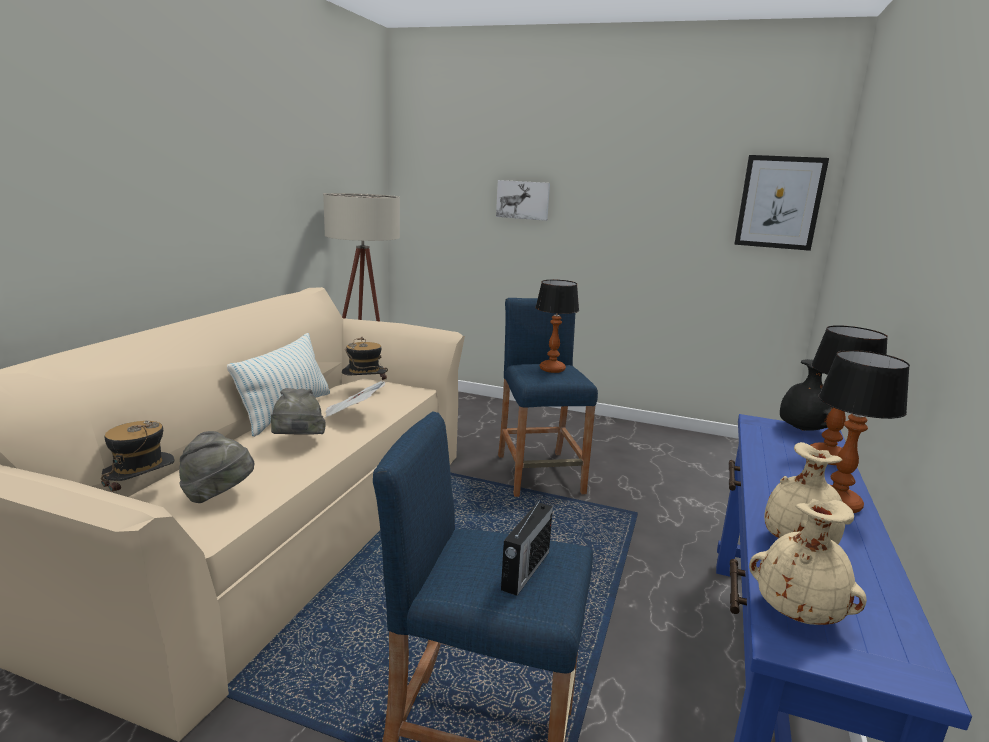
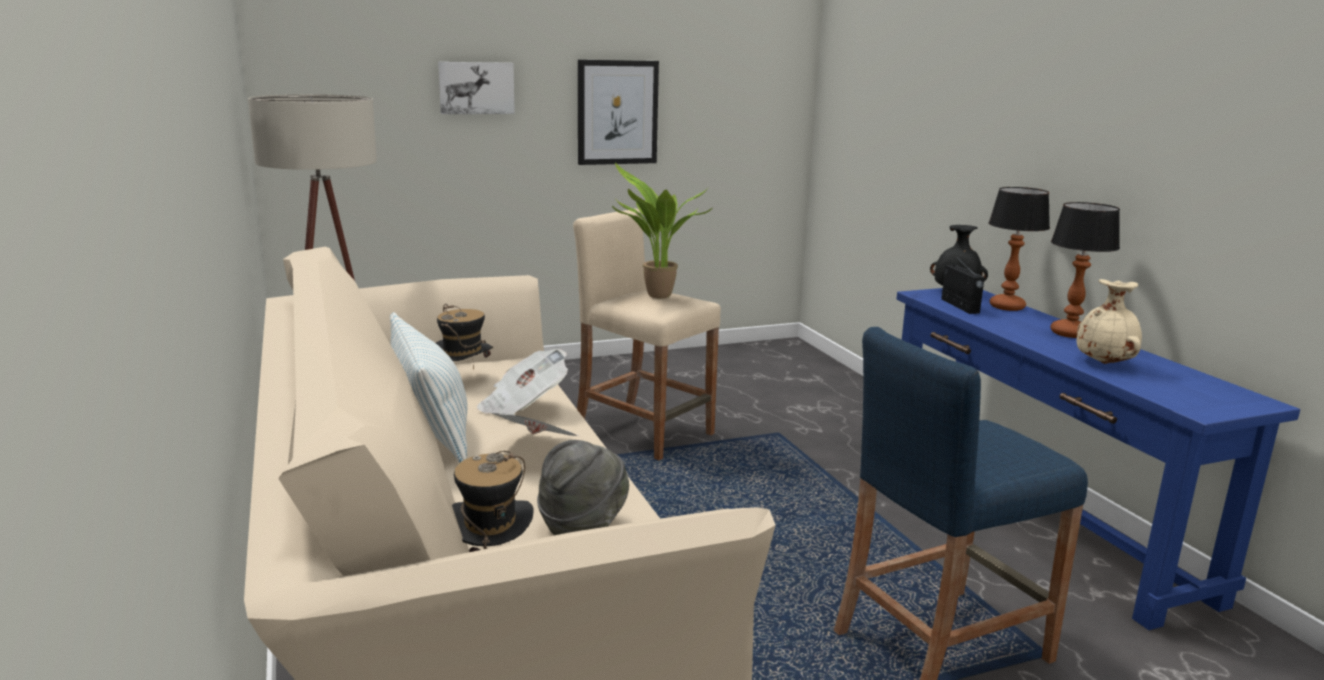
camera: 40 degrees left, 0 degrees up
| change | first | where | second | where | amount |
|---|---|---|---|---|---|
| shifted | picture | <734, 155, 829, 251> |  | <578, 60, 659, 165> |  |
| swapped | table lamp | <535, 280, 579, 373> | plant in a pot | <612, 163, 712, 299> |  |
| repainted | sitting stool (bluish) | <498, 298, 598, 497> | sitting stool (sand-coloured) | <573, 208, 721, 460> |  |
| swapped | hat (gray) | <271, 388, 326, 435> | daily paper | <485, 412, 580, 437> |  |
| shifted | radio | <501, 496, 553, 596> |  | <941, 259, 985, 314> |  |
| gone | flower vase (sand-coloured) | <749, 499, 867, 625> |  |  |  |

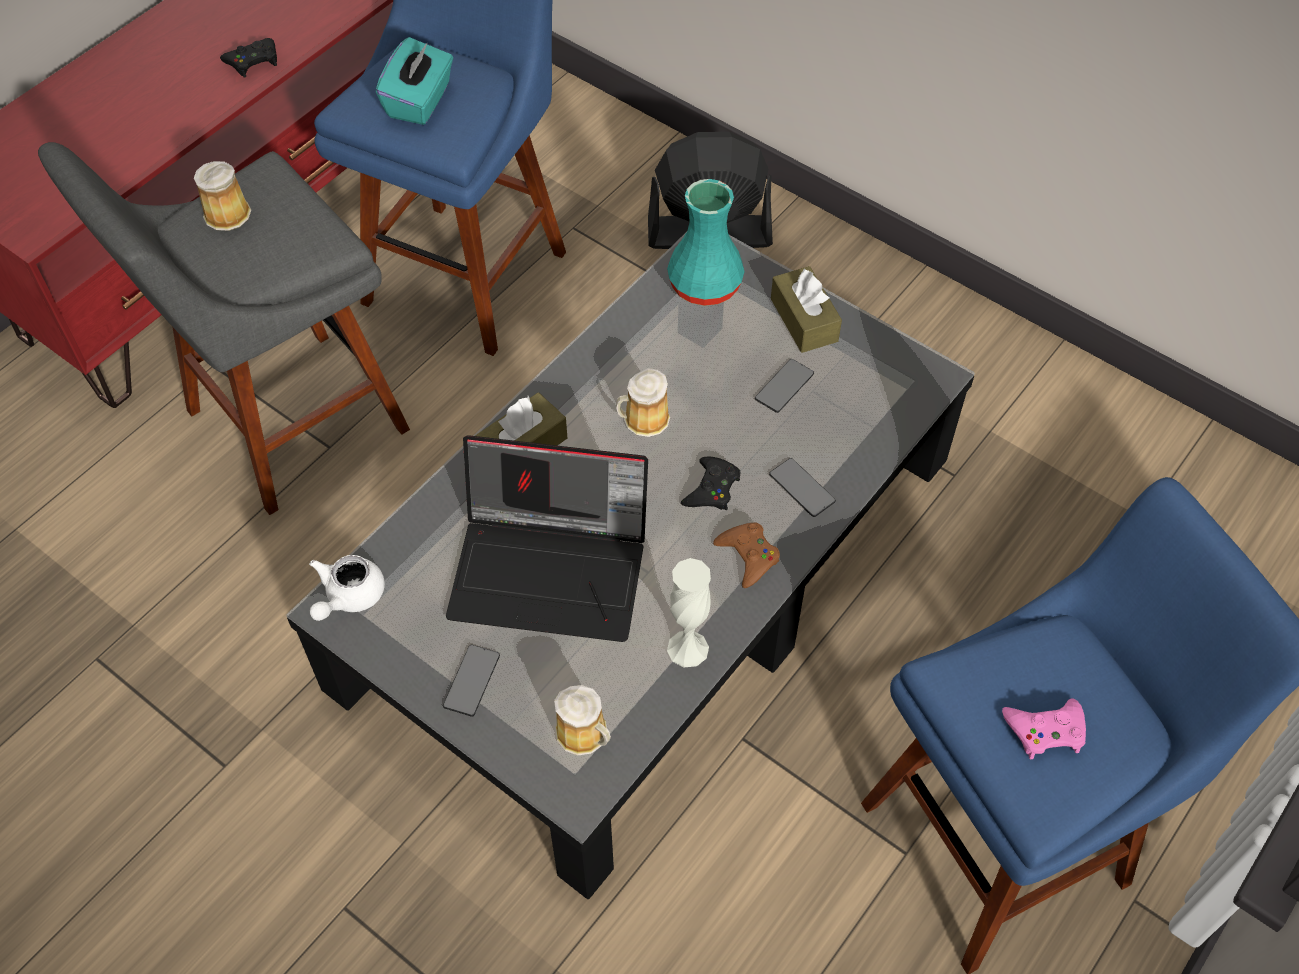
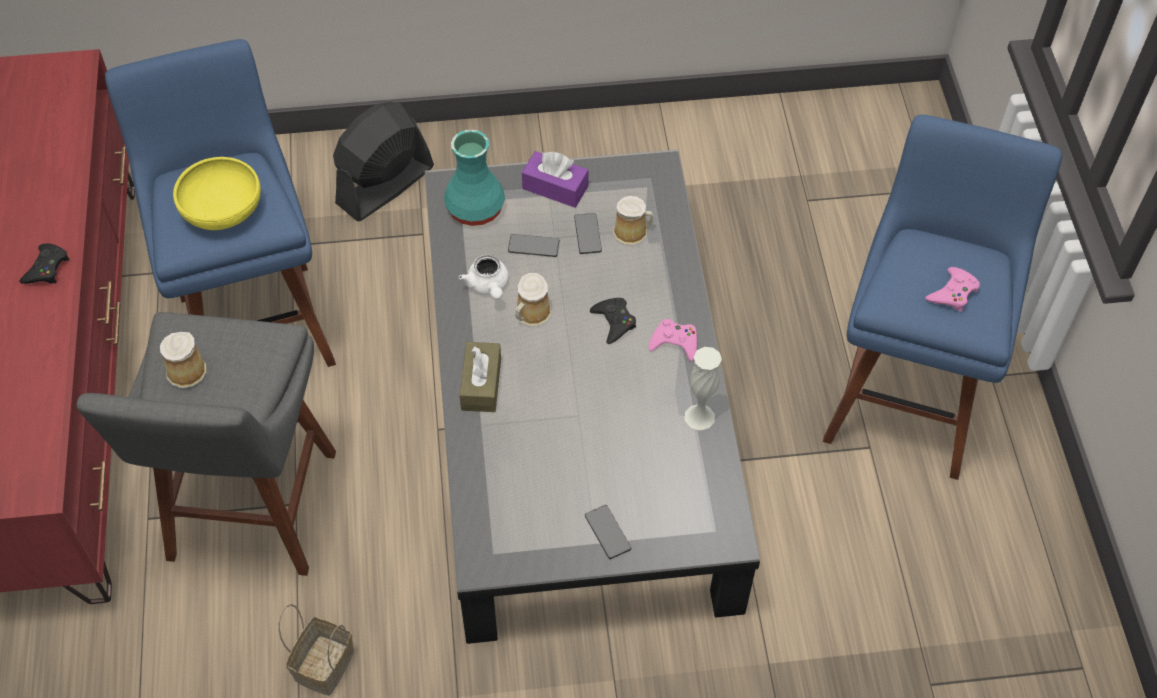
camera: 45 degrees left, 0 degrees up
| change | first | where | second | where | amount |
|---|---|---|---|---|---|
| swapped | tissue box (blue-green) | <376, 37, 453, 125> | bowl (yellow) | <173, 157, 261, 230> |  |
| repainted | tissue box (brownish) | <771, 266, 842, 353> | tissue box (purplish) | <522, 151, 589, 208> |  |
| gone | laptop | <446, 435, 648, 642> |  |  |  |
| shifted | telephone | <769, 458, 836, 517> |  | <508, 234, 559, 257> |  |
| repainted | gamepad (brownish) | <713, 523, 780, 588> | gamepad (pink) | <648, 319, 697, 361> |  |
| shifted | pot for tea (white-coloured) | <309, 555, 385, 621> |  | <459, 254, 509, 300> |  |
| shifted | coffee mug | <554, 685, 611, 755> |  | <613, 196, 654, 245> |  |
| new |  |  | household basket | <279, 604, 354, 696> |  |

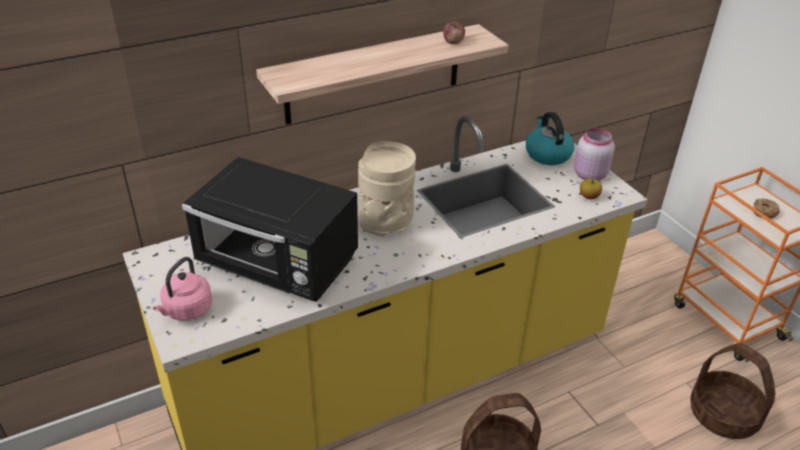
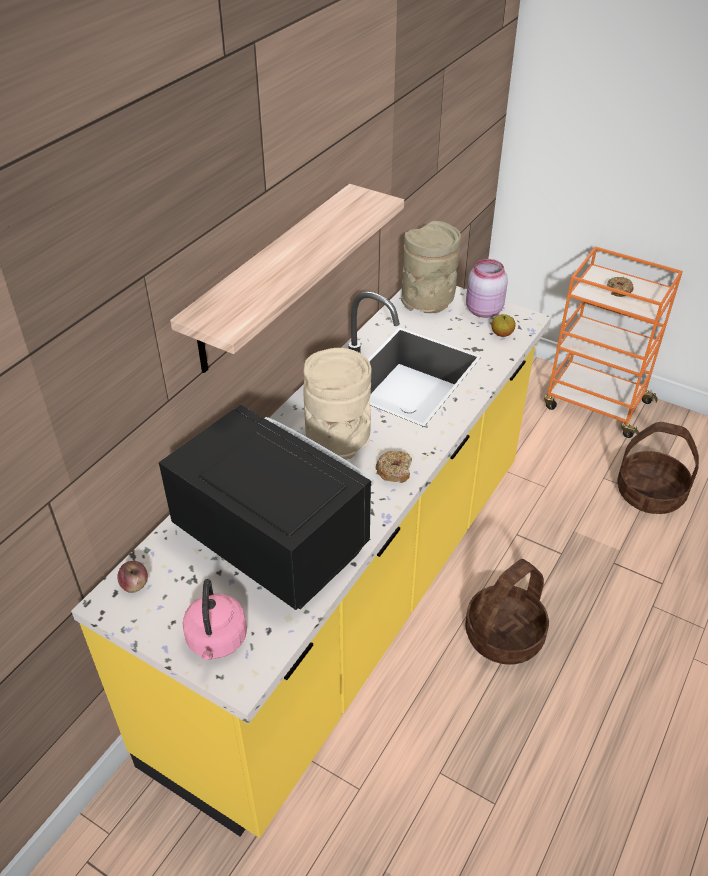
camera: 30 degrees left, 5 degrees up
| change | first | where | second | where | amount |
|---|---|---|---|---|---|
| shifted | apple | <443, 21, 465, 44> |  | <117, 561, 148, 593> |  |
| swapped | tea kettle | <526, 112, 575, 165> | flower vase (sand-coloured) | <401, 221, 461, 313> |  |
| rotated | kitchen microwave (black) | <182, 157, 358, 302> |  | <159, 405, 373, 610> | 135 degrees counterclockwise |
| new |  |  | ring doughnut | <376, 451, 412, 483> |  |

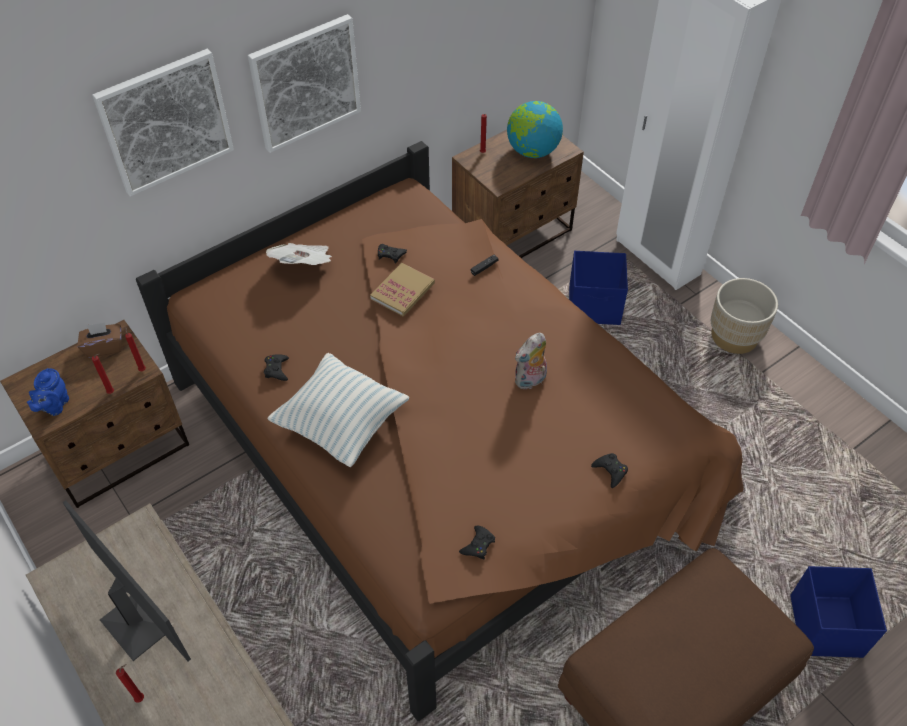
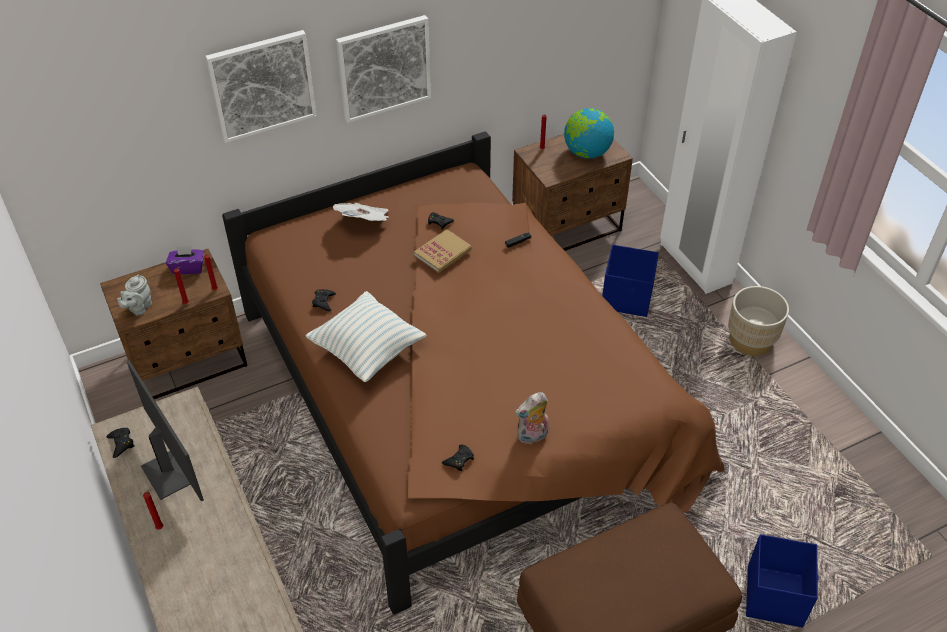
camera: 10 degrees right, 5 degrees down
| change | first | where | second | where | amount |
|---|---|---|---|---|---|
| repainted | tissue box (brownish) | <77, 322, 122, 358> | tissue box (purplish) | <166, 246, 204, 275> |  |
| shifted | soft toy | <515, 333, 547, 389> |  | <515, 392, 549, 444> |  |
| repainted | pot for tea (bluish) | <27, 368, 69, 416> | pot for tea (gray) | <117, 274, 152, 316> |  |
| shifted | gamepad (black) | <591, 453, 628, 488> |  | <107, 428, 134, 458> |  |

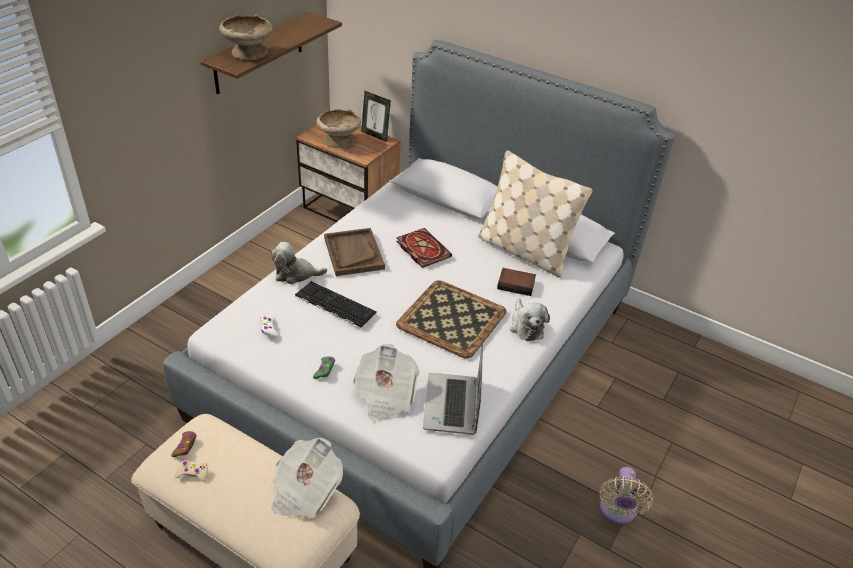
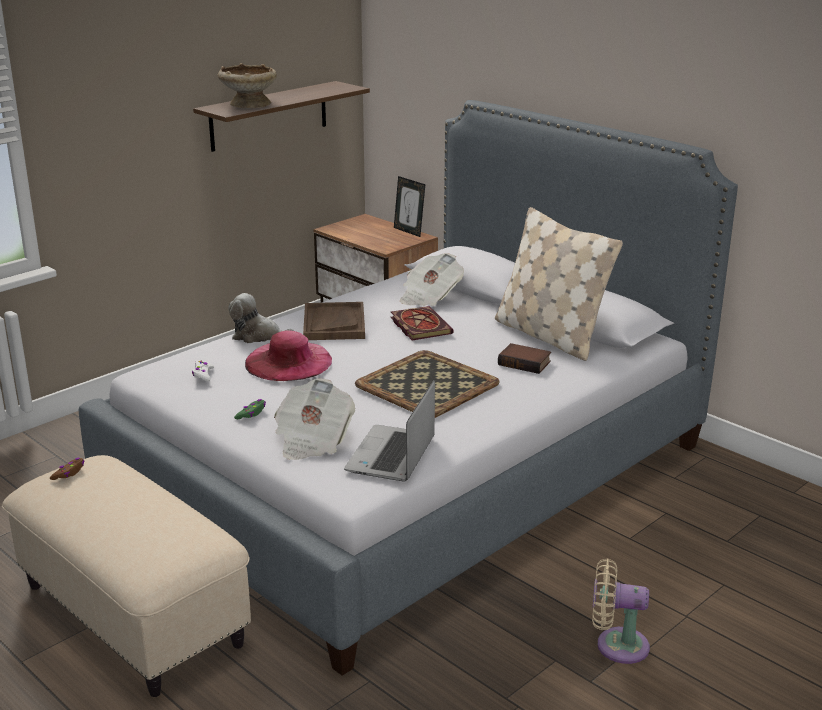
camera: 15 degrees right, 15 degrees down
| change | first | where | second | where | amount |
|---|---|---|---|---|---|
| gone | bowl (sand-coloured) | <316, 109, 361, 148> |  |  |  |
| swapped | keyboard | <295, 281, 377, 328> | hat (pink) | <245, 330, 332, 381> |  |
| gone | soft toy | <510, 299, 550, 341> |  |  |  |
| shifted | daily paper | <272, 438, 343, 519> |  | <400, 253, 464, 306> |  |
| gone | gamepad (sand-coloured) | <175, 460, 208, 482> |  |  |  |
| rotated | electric fan (sand-coloured) | <599, 467, 653, 525> |  | <592, 558, 650, 664> | 75 degrees clockwise |

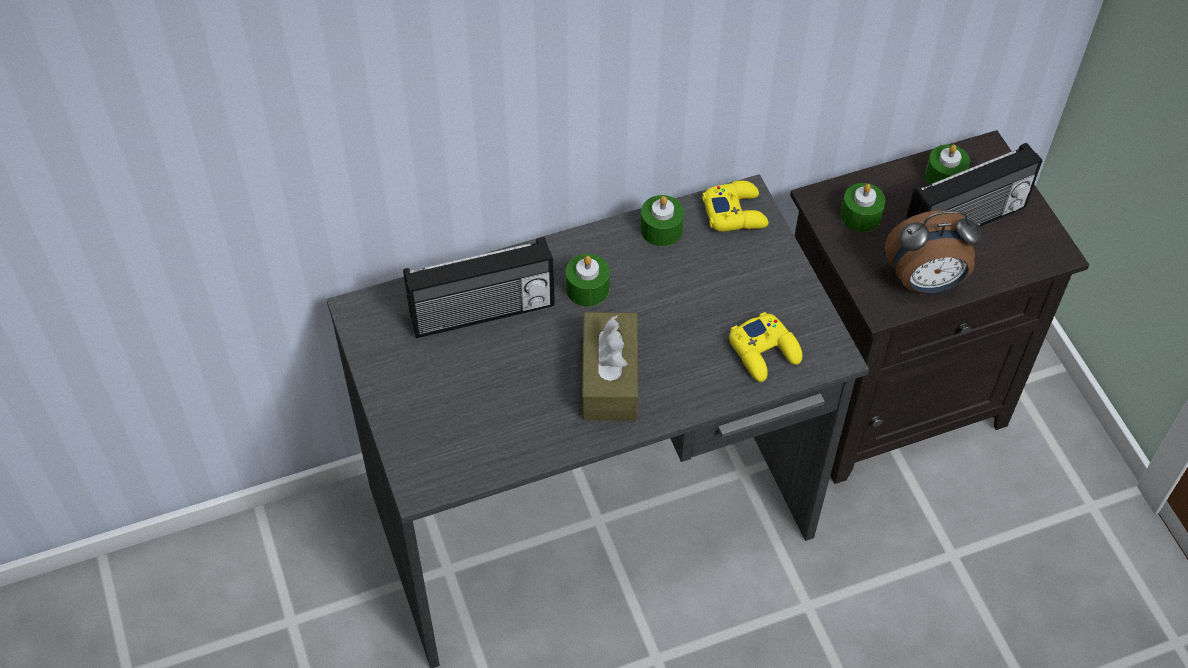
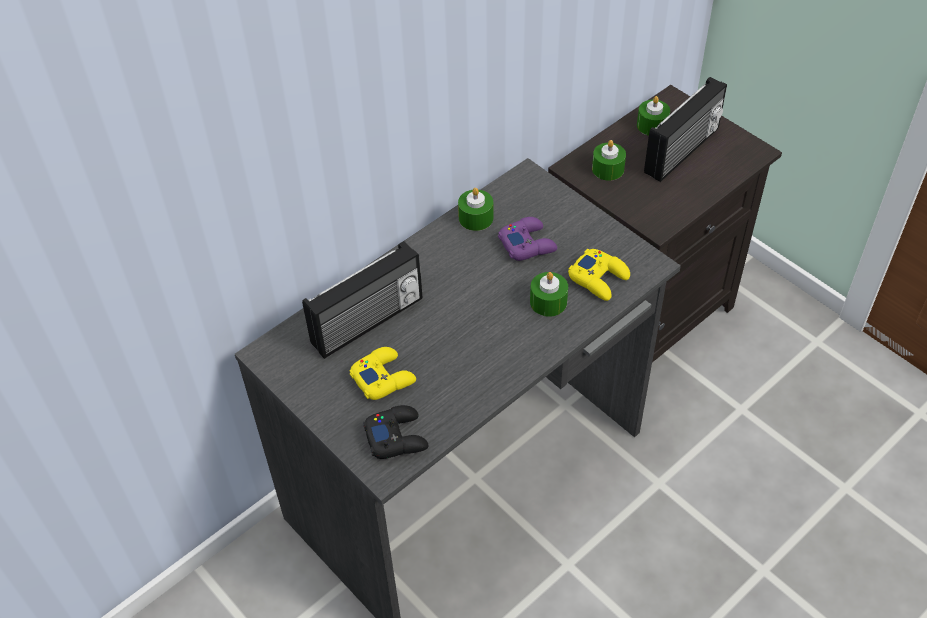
camera: 20 degrees left, 5 degrees down
| change | first | where | second | where | amount |
|---|---|---|---|---|---|
| shifted | gamepad (yellow) | <702, 181, 768, 231> |  | <349, 347, 416, 400> |  |
| gone | table clock | <885, 210, 982, 293> |  |  |  |
| shifted | candle (greenish) | <566, 254, 610, 306> |  | <530, 272, 568, 317> |  |
| gone | tissue box (brownish) | <582, 312, 638, 421> |  |  |  |
| new |  |  | gamepad (purplish) | <498, 217, 557, 261> |  |
| new |  |  | gamepad (black) | <363, 405, 428, 459> |  |

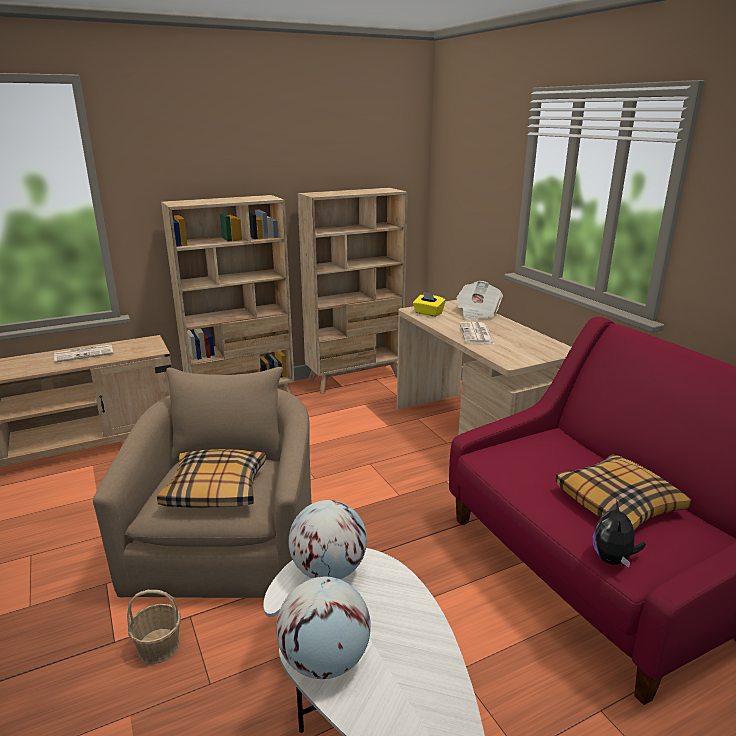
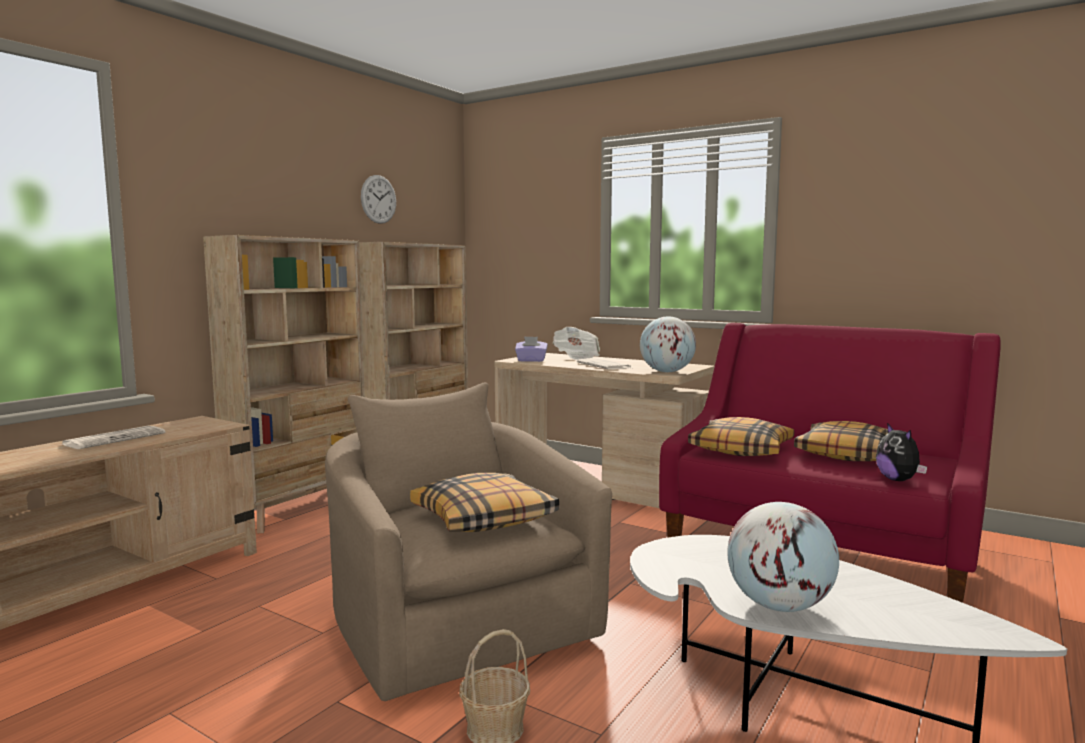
camera: 30 degrees left, 15 degrees down
| change | first | where | second | where | amount |
|---|---|---|---|---|---|
| repainted | tissue box (yellow) | <413, 292, 446, 317> | tissue box (purplish) | <515, 336, 548, 362> |  |
| shifted | desk globe | <289, 500, 367, 579> |  | <640, 316, 696, 372> |  |
| new |  |  | wall clock | <361, 175, 396, 224> |  |
| new |  |  | pillow | <688, 417, 794, 456> |  |

